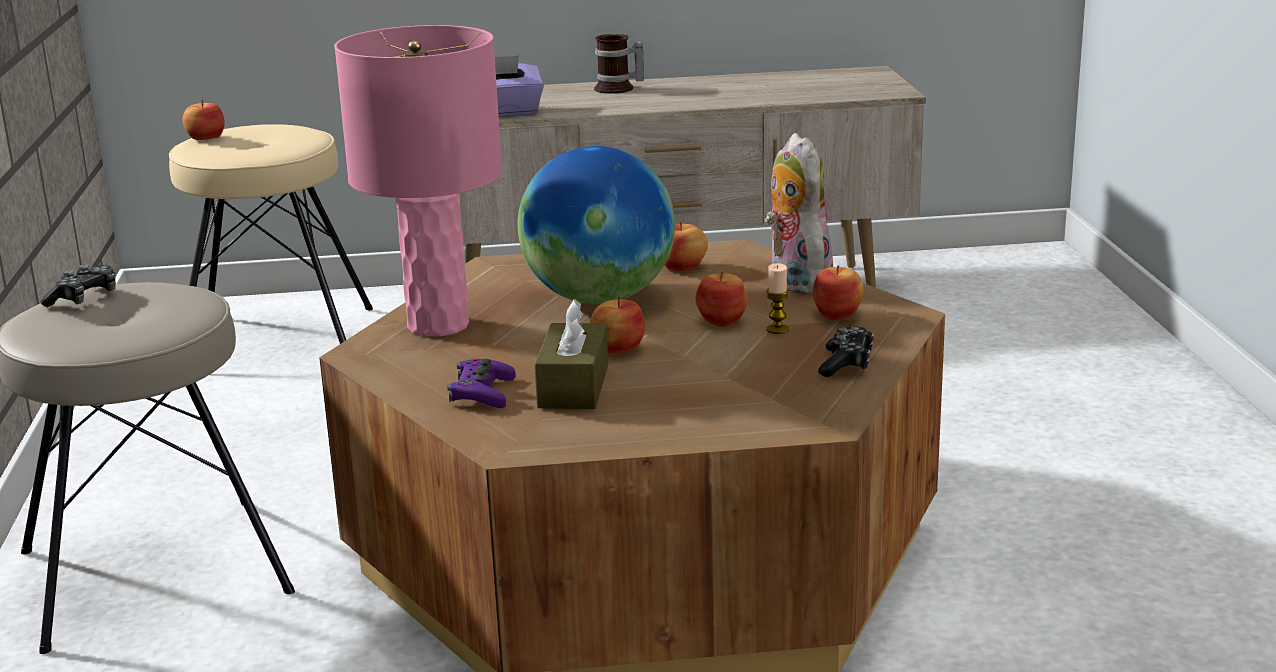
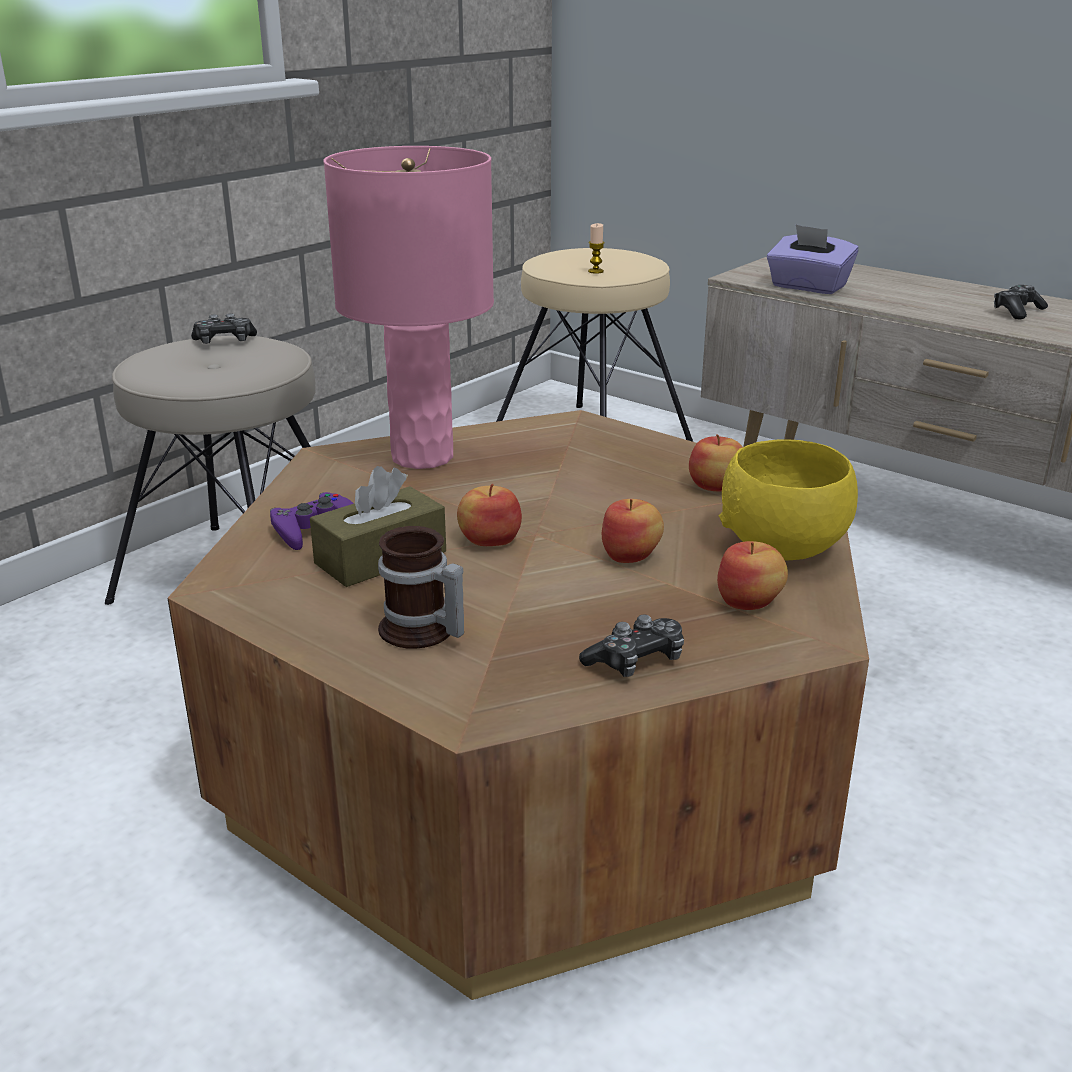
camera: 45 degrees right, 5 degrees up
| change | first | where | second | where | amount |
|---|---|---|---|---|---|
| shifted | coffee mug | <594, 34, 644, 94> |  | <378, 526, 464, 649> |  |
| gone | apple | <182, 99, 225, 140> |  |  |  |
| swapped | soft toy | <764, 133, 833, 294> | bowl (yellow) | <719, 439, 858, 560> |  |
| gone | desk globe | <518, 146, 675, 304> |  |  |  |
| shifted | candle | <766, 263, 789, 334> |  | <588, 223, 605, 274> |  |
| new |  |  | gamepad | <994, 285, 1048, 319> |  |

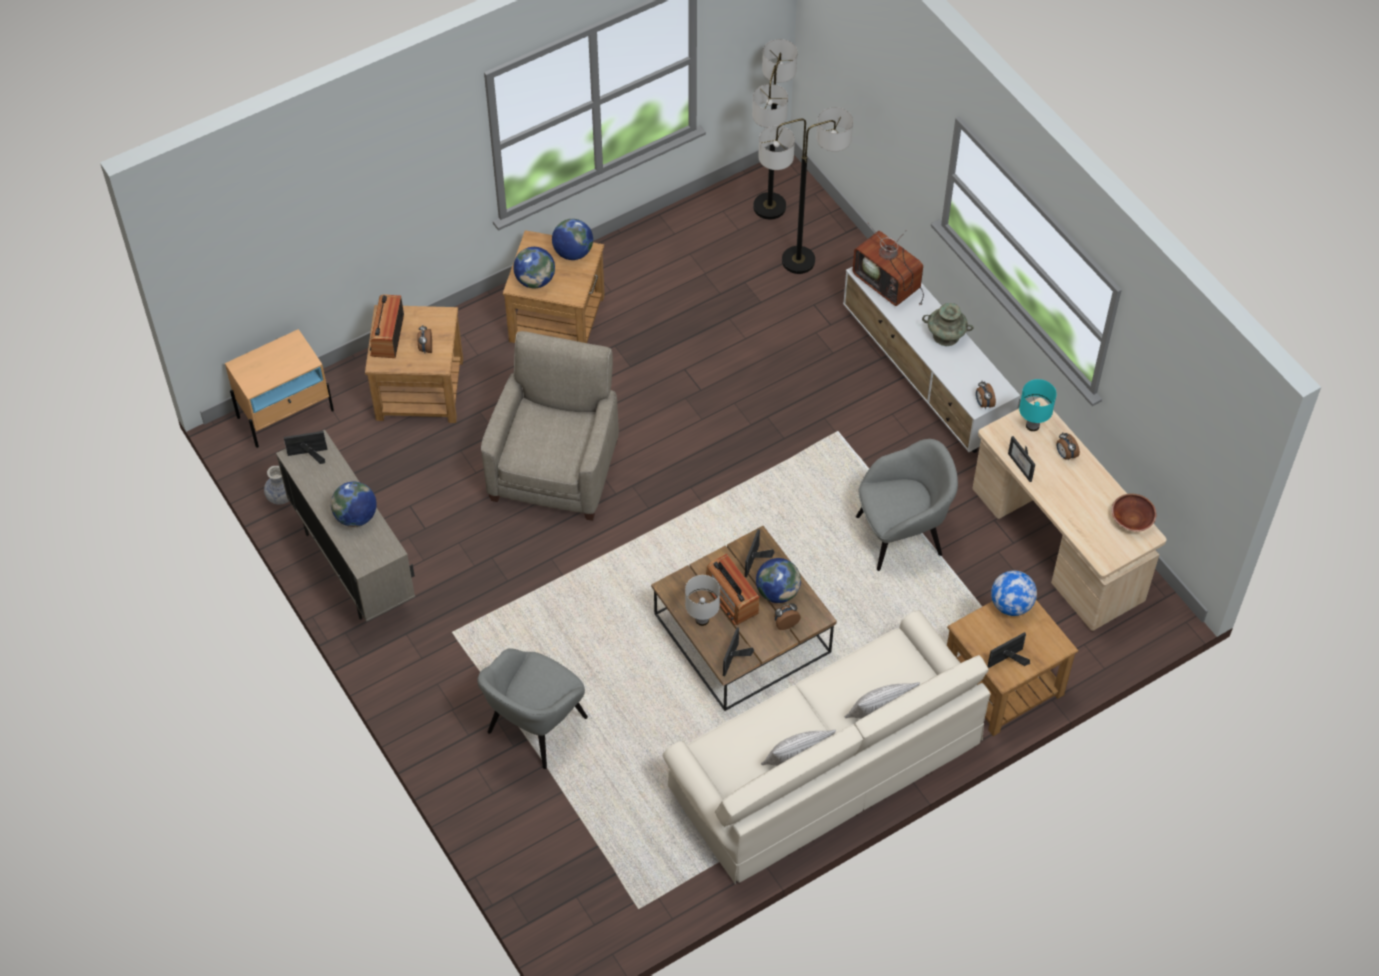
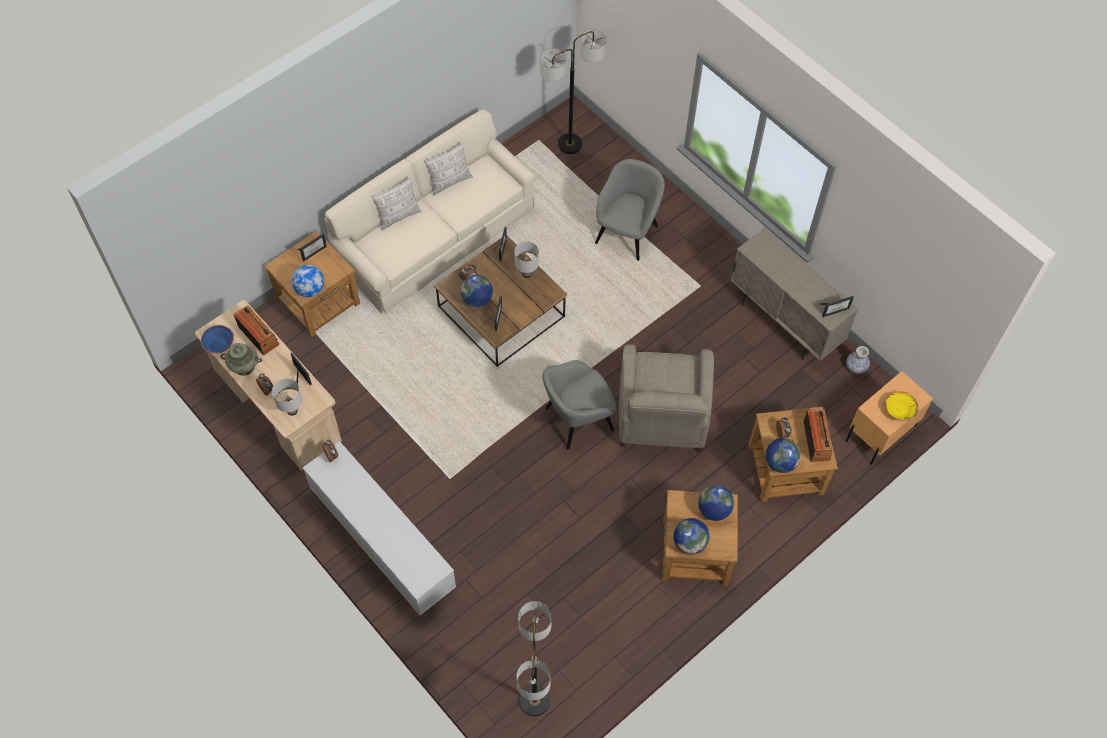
camera: 170 degrees right, 5 degrees up
| change | first | where | second | where | amount |
|---|---|---|---|---|---|
| shifted | standard lamp | <758, 107, 853, 274> |  | <539, 29, 606, 154> |  |
| gone | television | <852, 223, 924, 306> |  |  |  |
| shifted | flower vase (blue-green) | <922, 303, 974, 346> |  | <221, 343, 262, 376> |  |
| repainted | table lamp (blue-green) | <1019, 379, 1057, 431> | table lamp (white-coloured) | <272, 378, 302, 416> |  |
| shifted | easy chair (gray) | <856, 439, 958, 571> |  | <542, 360, 616, 449> |  |
| shifted | desk globe | <331, 482, 377, 527> |  | <766, 438, 801, 473> |  |
| repainted | bowl (brownish) | <1111, 493, 1156, 532> | bowl (bluish) | <201, 325, 234, 354> |  |
| shifted | radio | <706, 554, 759, 625> |  | <234, 306, 280, 355> |  |
| new |  |  | bowl (yellow) | <885, 391, 918, 421> |  |

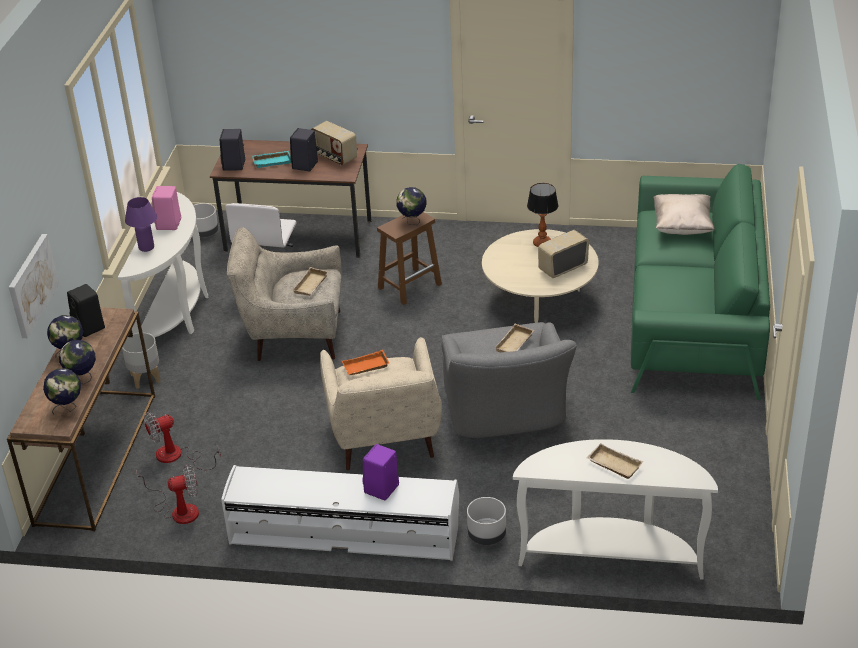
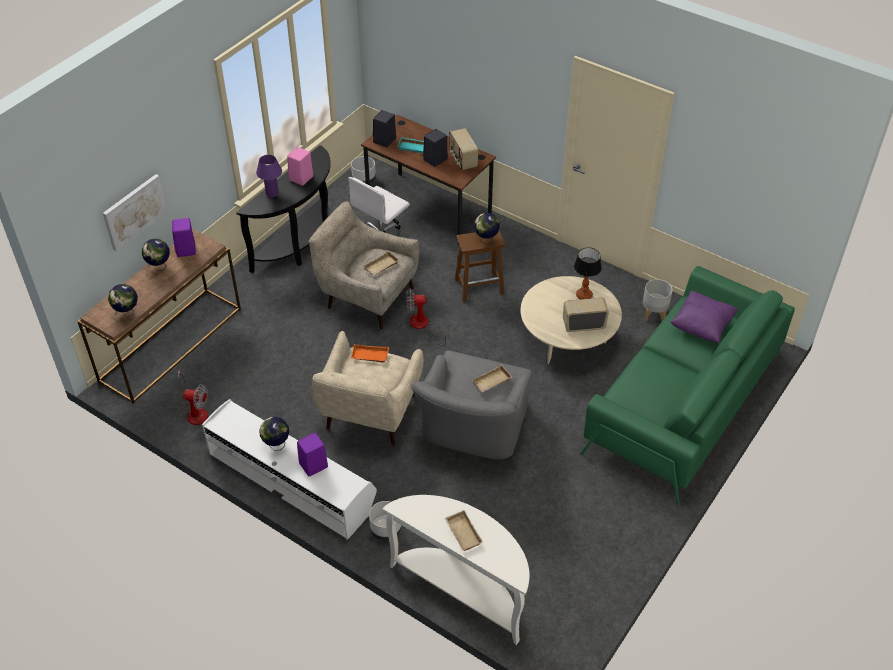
camera: 25 degrees right, 10 degrees up
| change | first | where | second | where | amount |
|---|---|---|---|---|---|
| repainted | narrow table (white-coloured) | <118, 192, 208, 338> | narrow table (black) | <236, 145, 331, 273> |  |
| repainted | pillow (sand-coloured) | <653, 194, 715, 235> | pillow (purplish) | <670, 291, 739, 343> |  |
| repainted | loudspeaker (black) | <67, 284, 105, 337> | loudspeaker (purplish) | <172, 218, 196, 257> |  |
| shifted | planter (gray) | <122, 332, 161, 389> |  | <643, 279, 673, 321> |  |
| shifted | desk globe | <59, 340, 96, 384> |  | <259, 417, 289, 451> |  |
| shifted | electric fan | <144, 412, 221, 470> |  | <406, 289, 450, 345> |  |

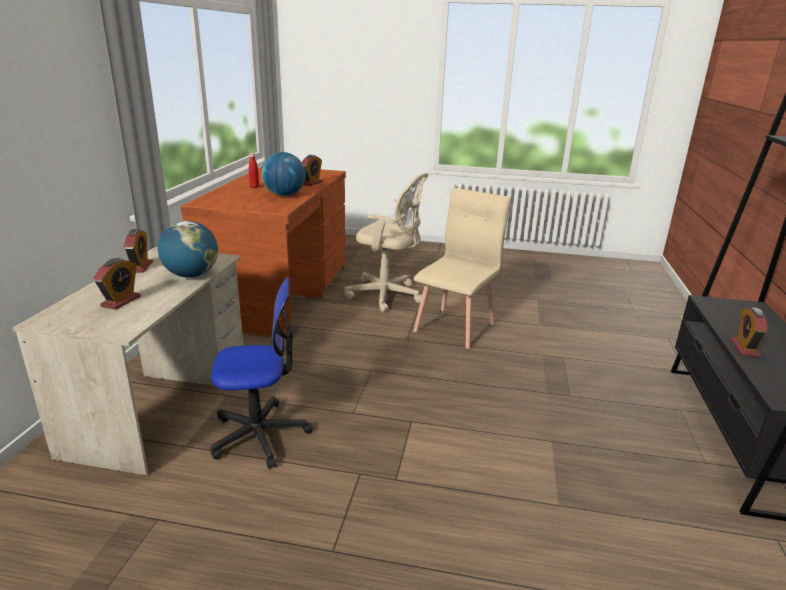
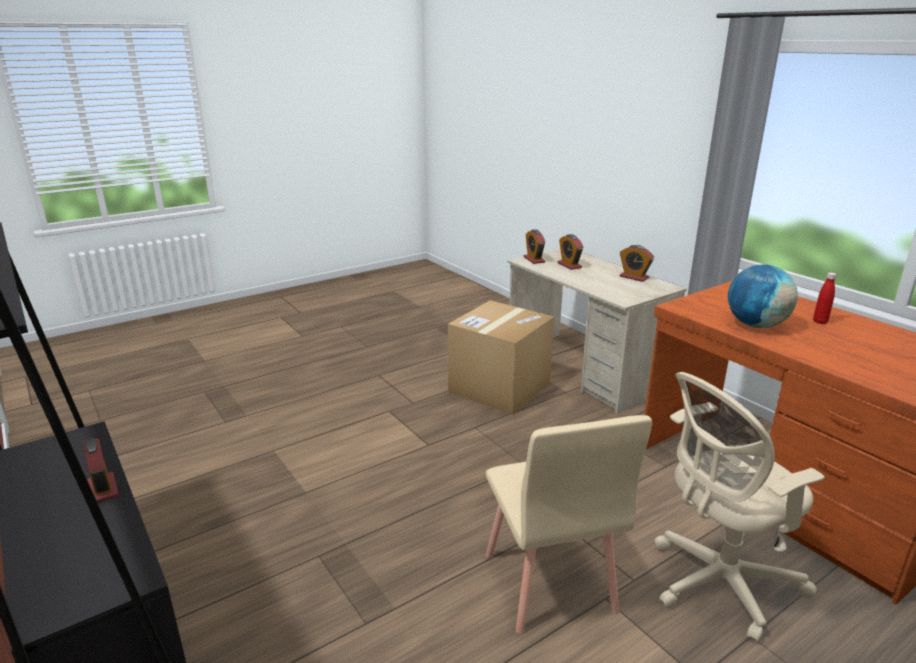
camera: 135 degrees right, 0 degrees up
| change | first | where | second | where | amount |
|---|---|---|---|---|---|
| shifted | table clock | <302, 155, 323, 186> |  | <524, 229, 545, 264> |  |
| gone | desk globe | <158, 221, 218, 278> |  |  |  |
| swapped | desk chair | <210, 277, 313, 469> | cardboard box | <448, 300, 554, 415> |  |

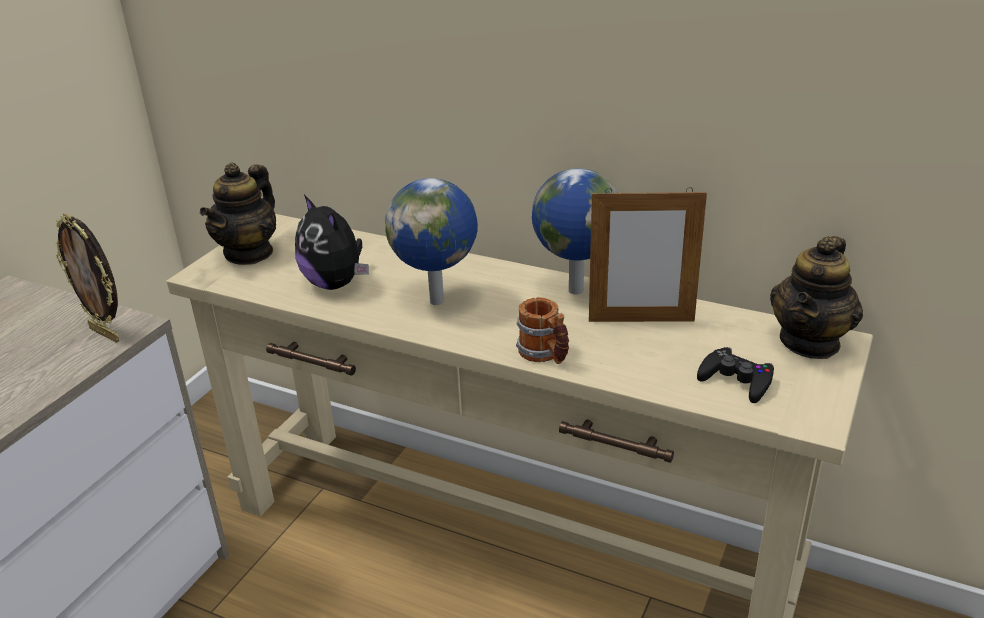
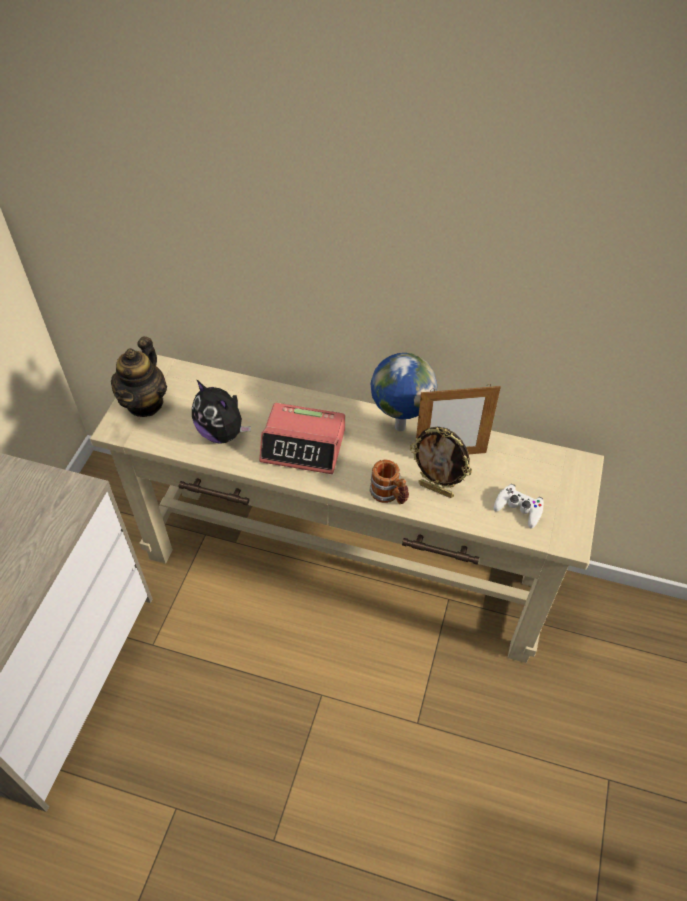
camera: 10 degrees left, 20 degrees up
| change | first | where | second | where | amount |
|---|---|---|---|---|---|
| swapped | desk globe | <385, 178, 478, 305> | table clock | <259, 403, 345, 474> |  |
| shifted | photo frame | <56, 214, 119, 343> |  | <410, 427, 472, 498> |  |
| gone | pot for tea | <770, 236, 863, 359> |  |  |  |
| repainted | gamepad (black) | <697, 347, 774, 403> | gamepad (white-coloured) | <493, 484, 544, 529> |  |

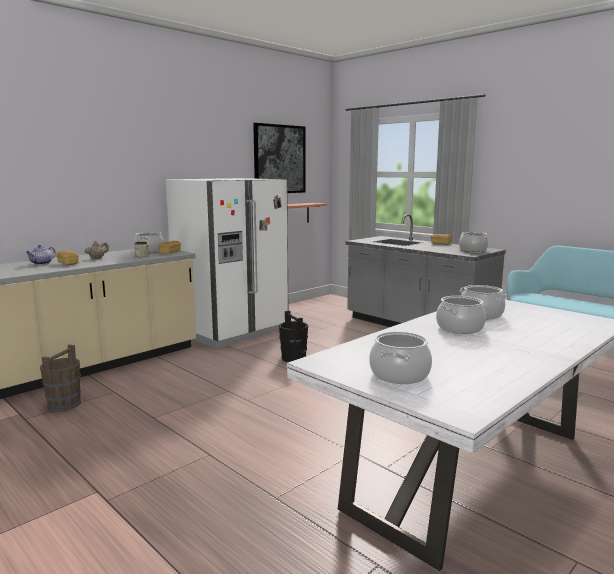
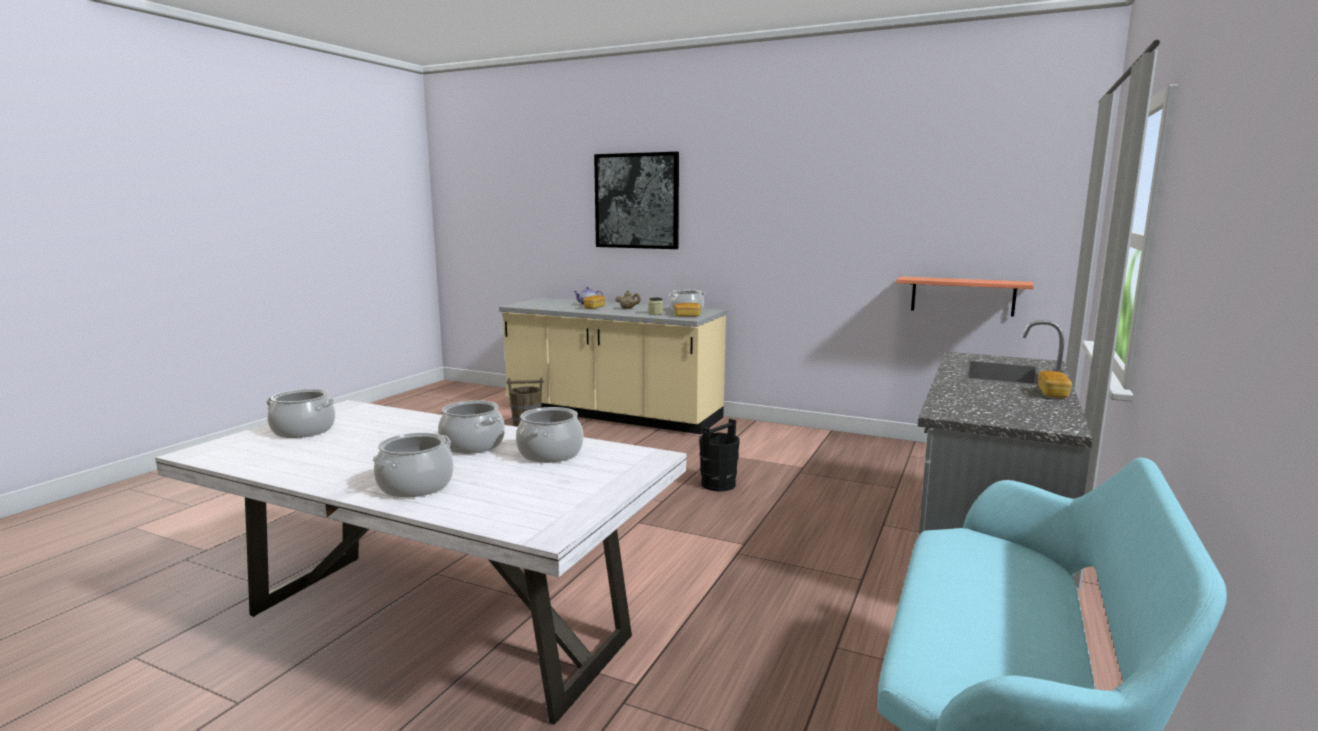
camera: 70 degrees right, 0 degrees up
| change | first | where | second | where | amount |
|---|---|---|---|---|---|
| shifted | picture | <253, 123, 306, 193> |  | <594, 152, 679, 249> |  |
| gone | fridge (white-coloured) | <166, 178, 288, 348> |  |  |  |
| shifted | cooking pot | <459, 232, 488, 252> |  | <372, 433, 454, 498> |  |

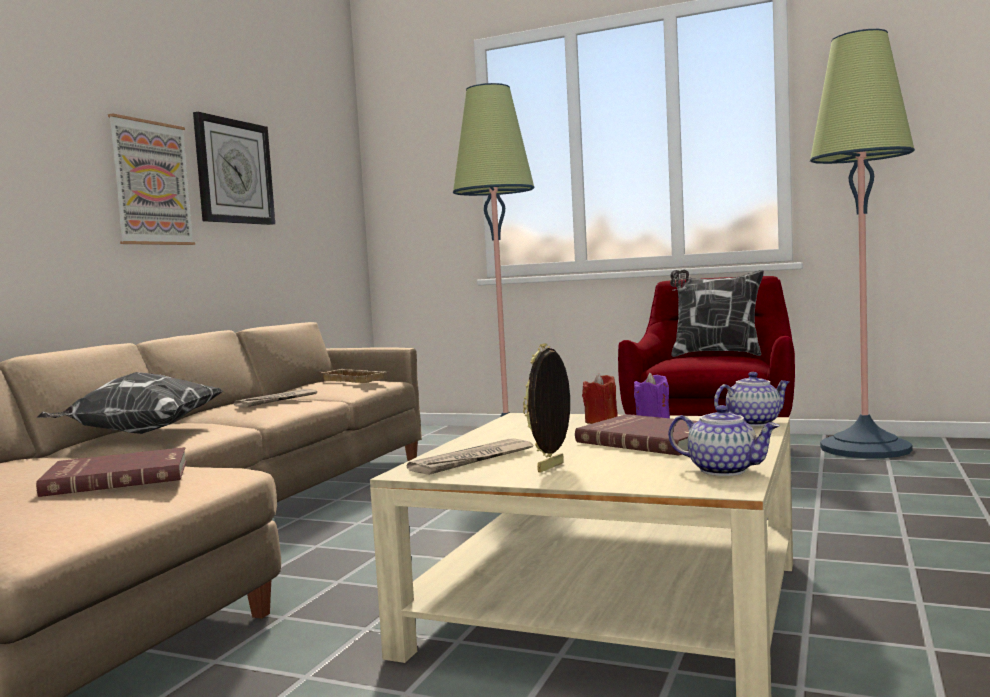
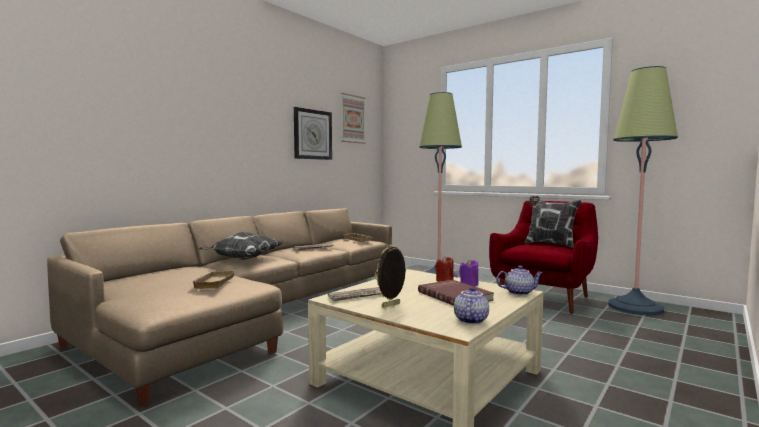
camera: 15 degrees right, 0 degrees up
| change | first | where | second | where | amount |
|---|---|---|---|---|---|
| shifted | picture | <108, 113, 195, 245> |  | <341, 93, 366, 144> |  |
| rotated | pot for tea | <668, 405, 780, 476> |  | <454, 287, 489, 324> | 120 degrees counterclockwise |
| swapped | bound book (red-coloured) | <36, 447, 187, 497> | carrying tray (sand-coloured) | <192, 270, 235, 289> |  |

